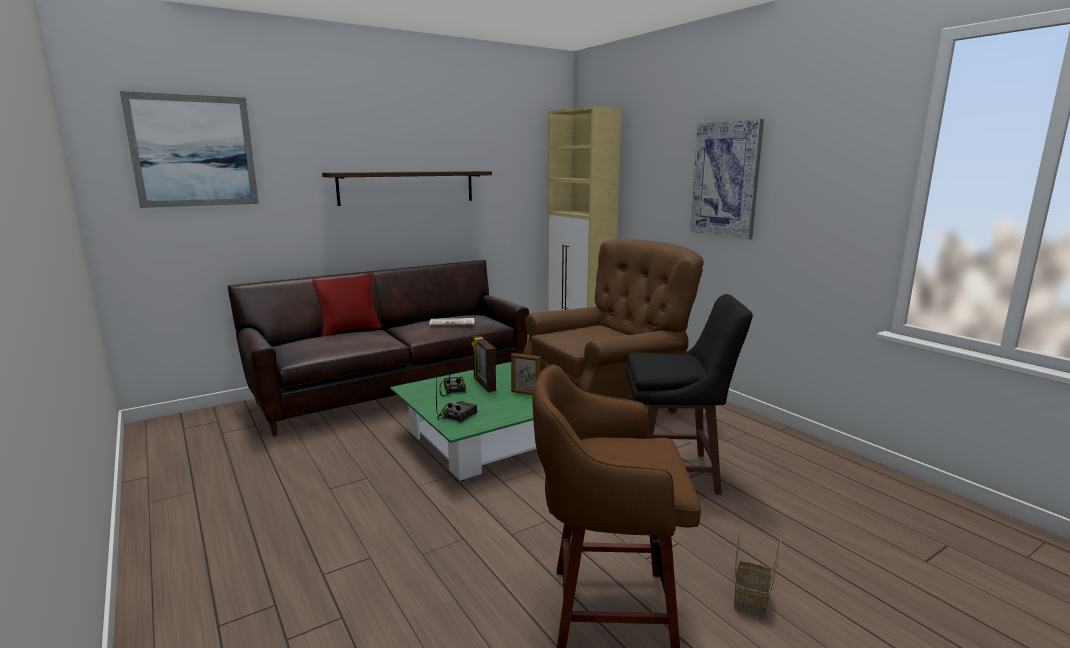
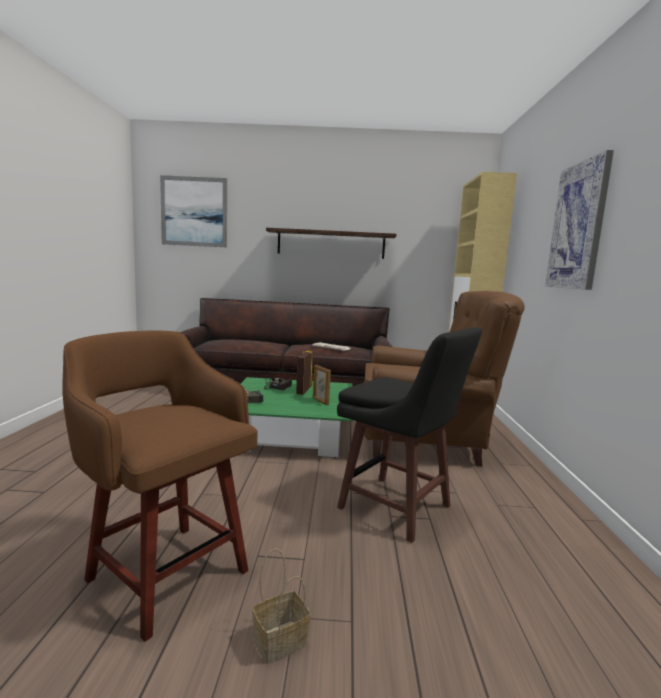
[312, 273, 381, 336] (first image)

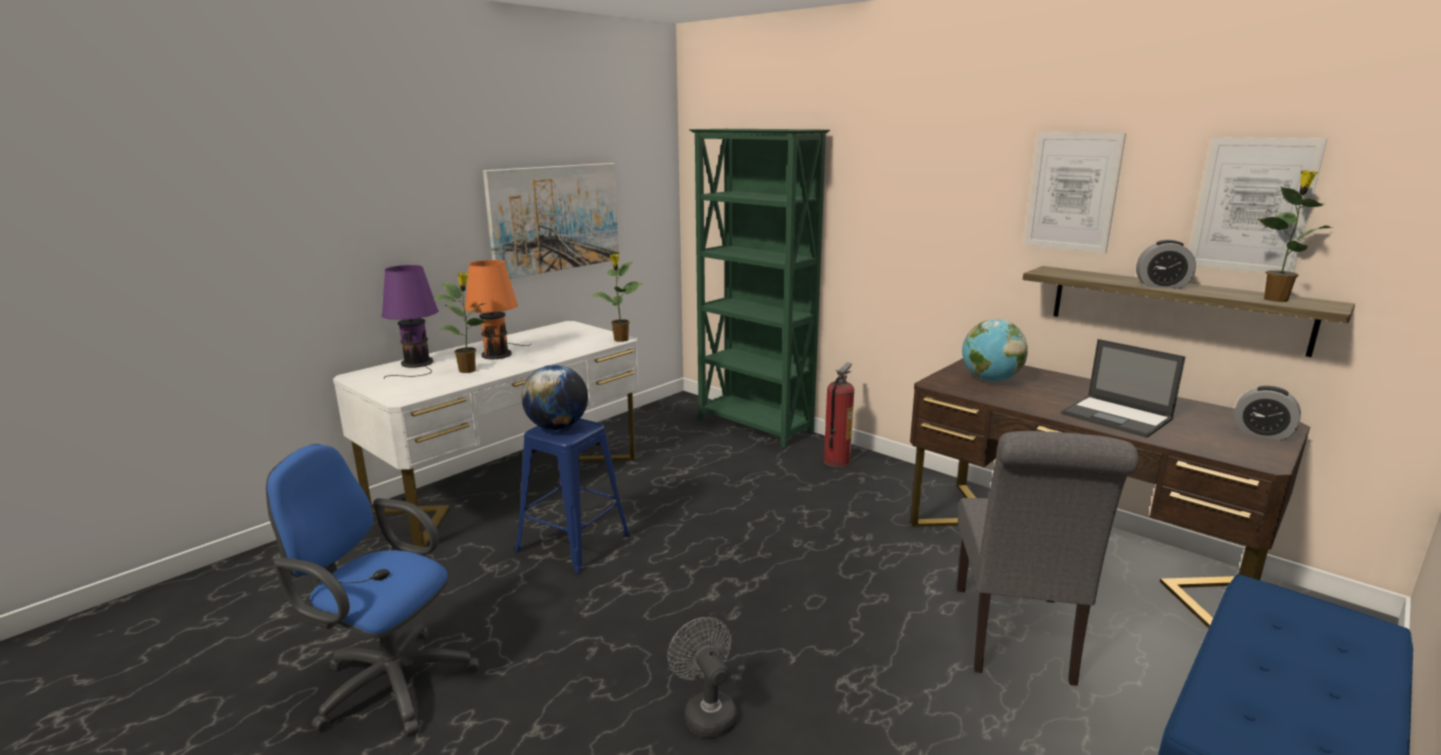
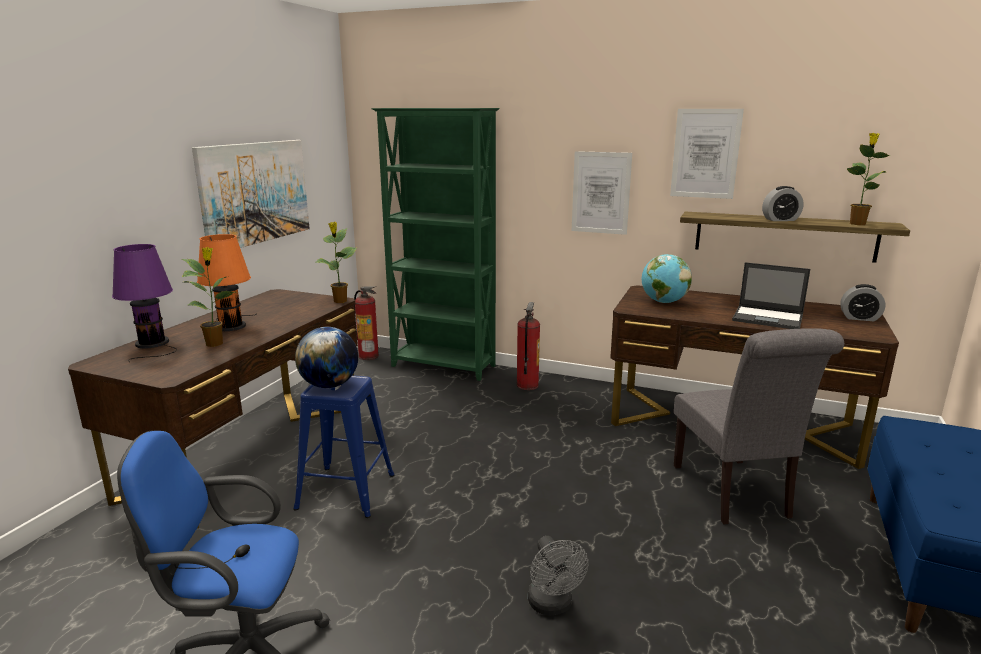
[572, 151, 632, 235]
[68, 289, 358, 528]
[528, 536, 589, 616]
[354, 286, 379, 360]

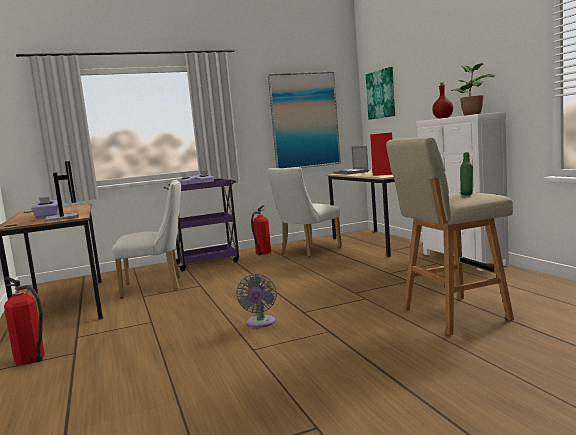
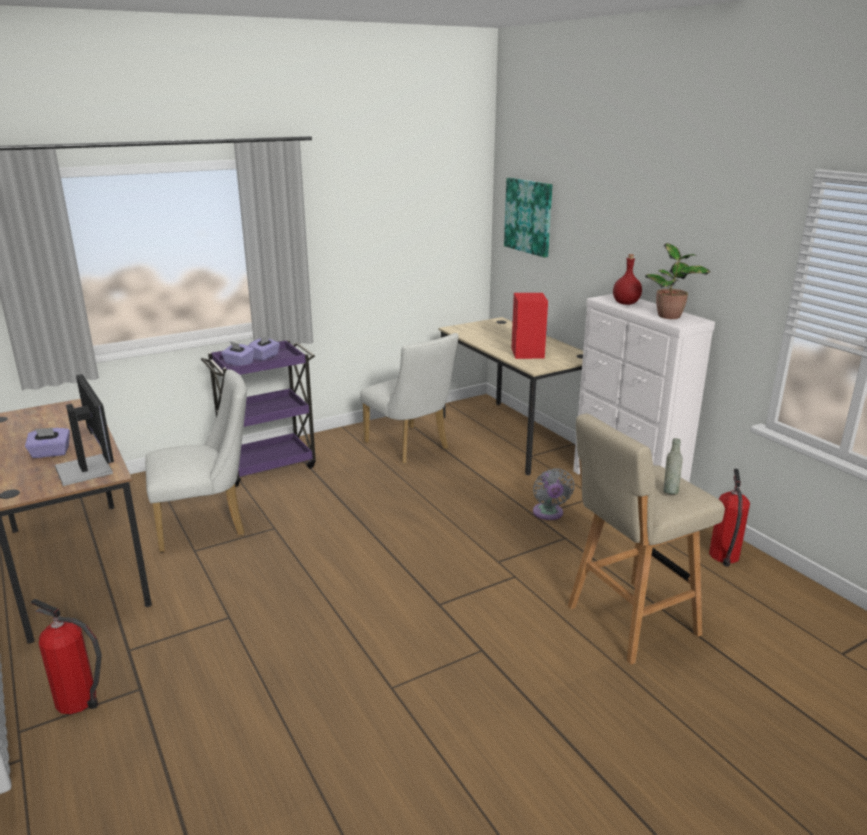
[268, 71, 341, 168] (first image)
[333, 146, 369, 175] (first image)
[664, 438, 683, 494]
[360, 333, 459, 464]
[709, 469, 750, 567]
[533, 468, 574, 520]

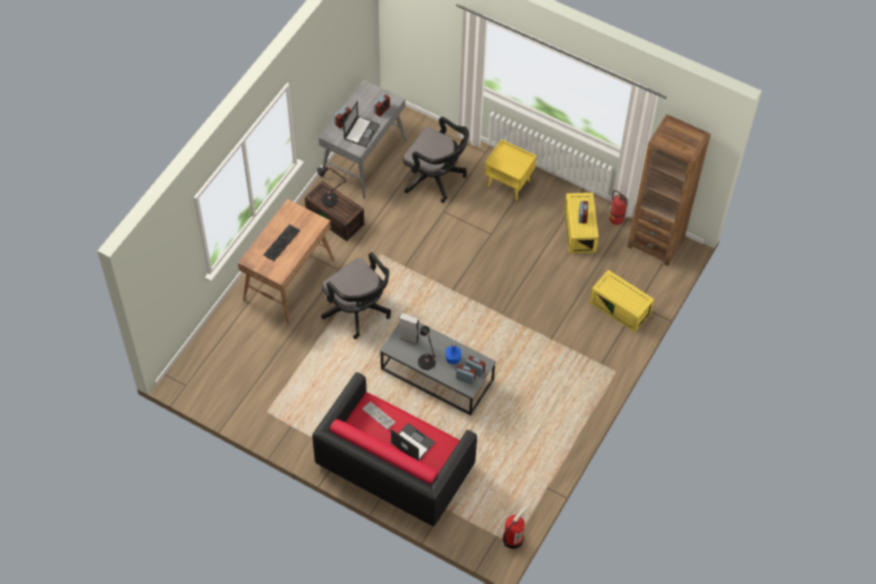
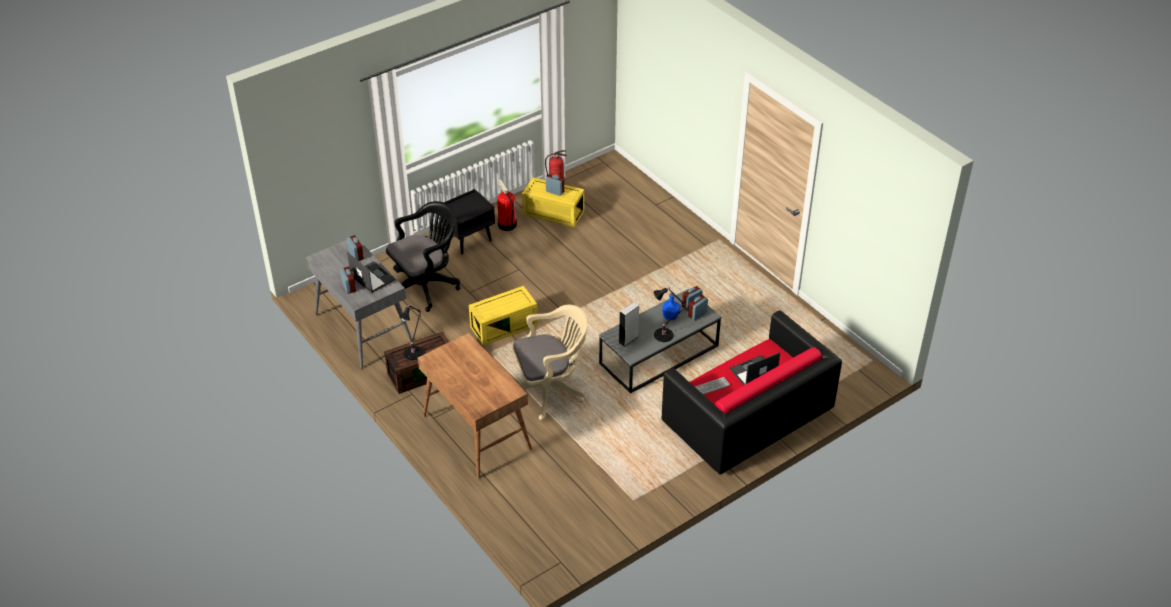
[628, 114, 711, 266] (first image)
[442, 189, 495, 254]
[263, 224, 300, 261] (first image)
[513, 305, 588, 420]
[469, 286, 538, 346]
[497, 180, 517, 231]

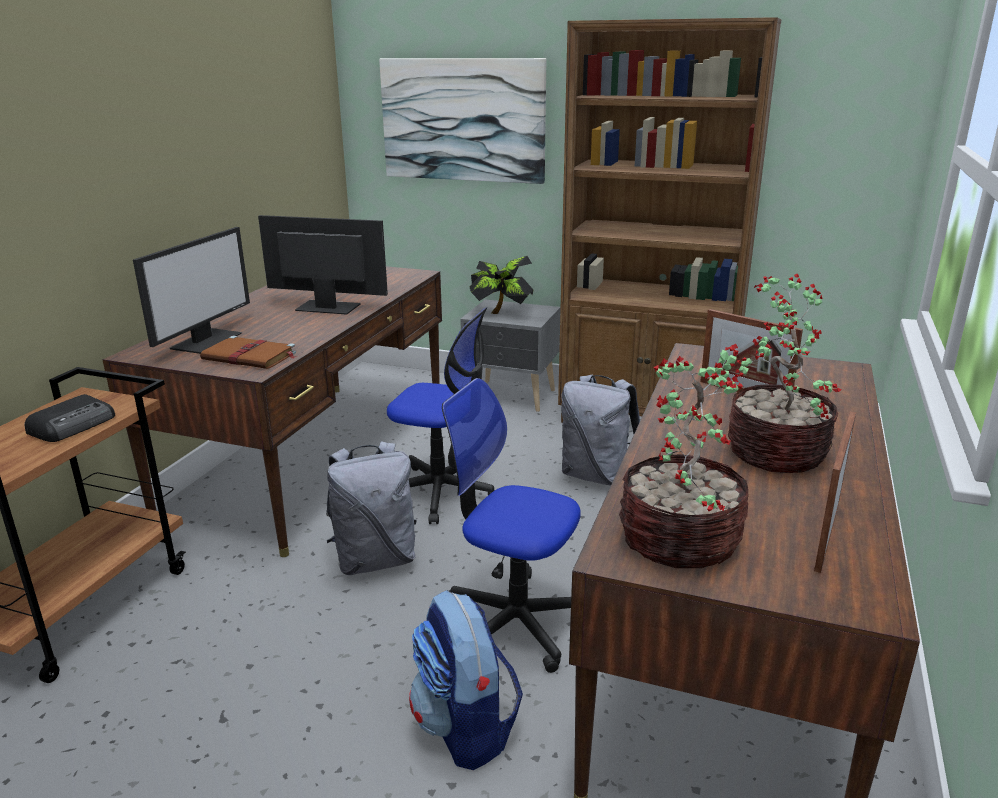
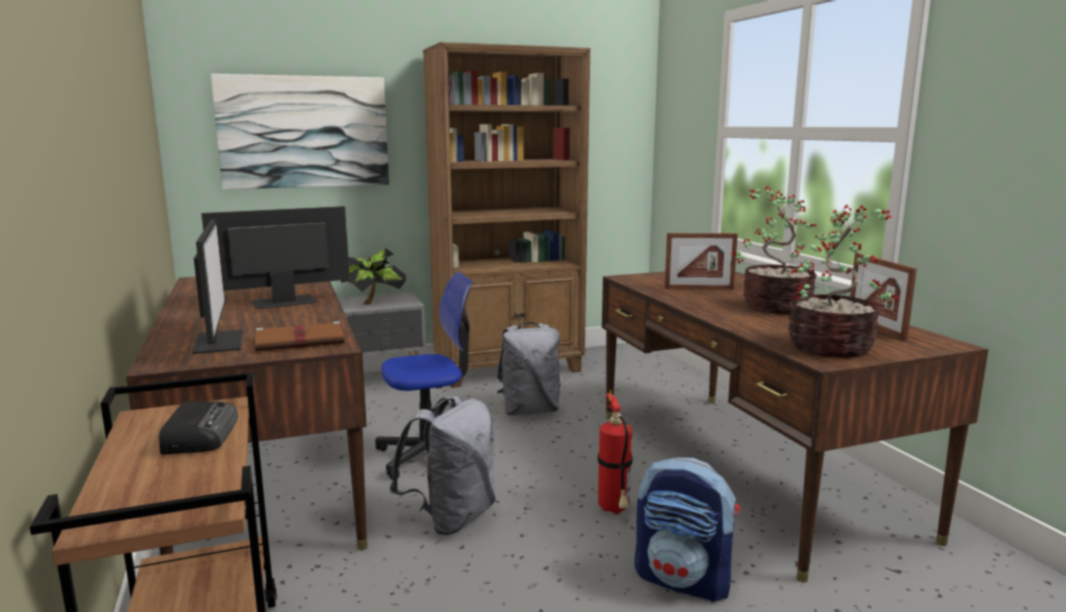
[598, 390, 633, 514]

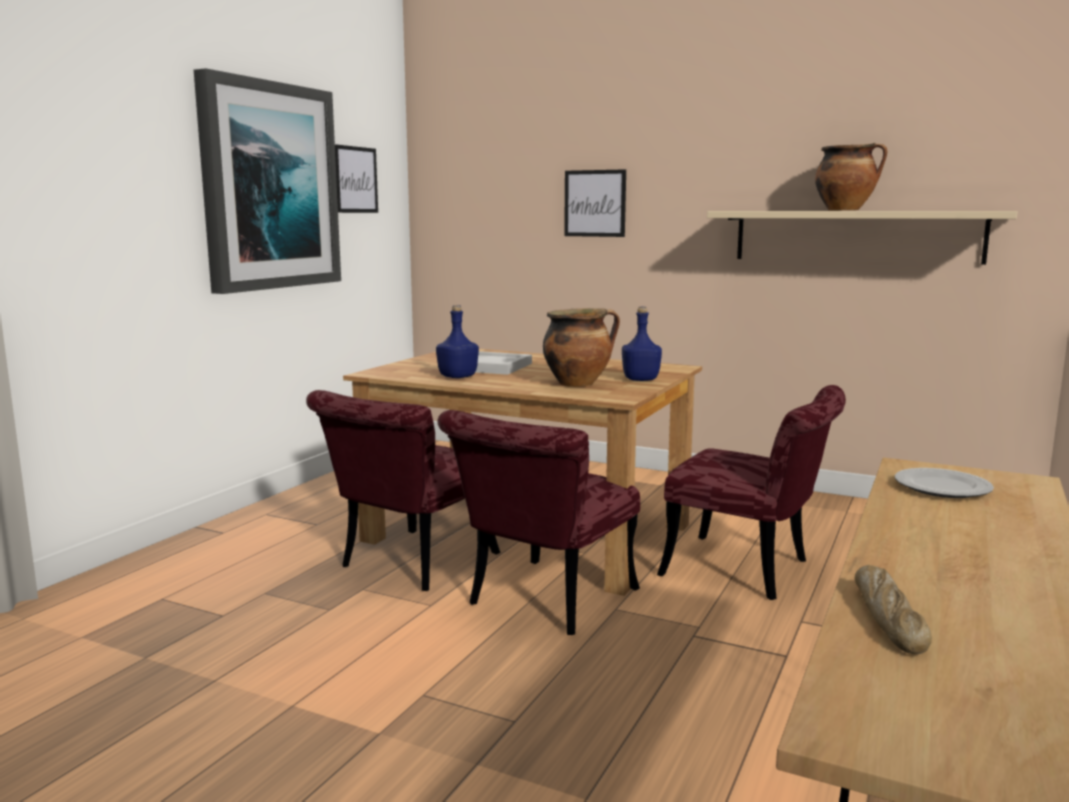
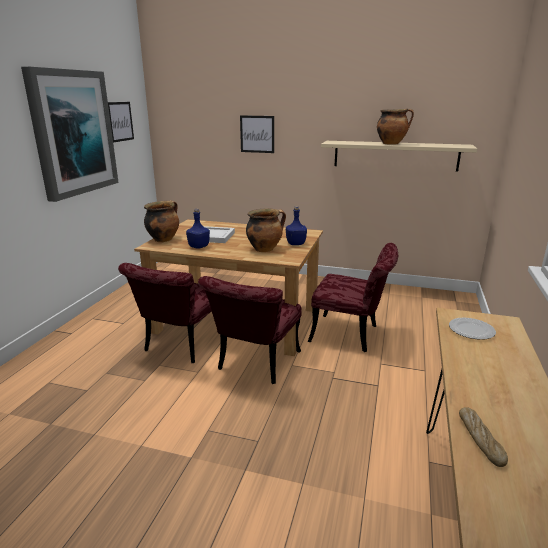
[144, 200, 179, 242]

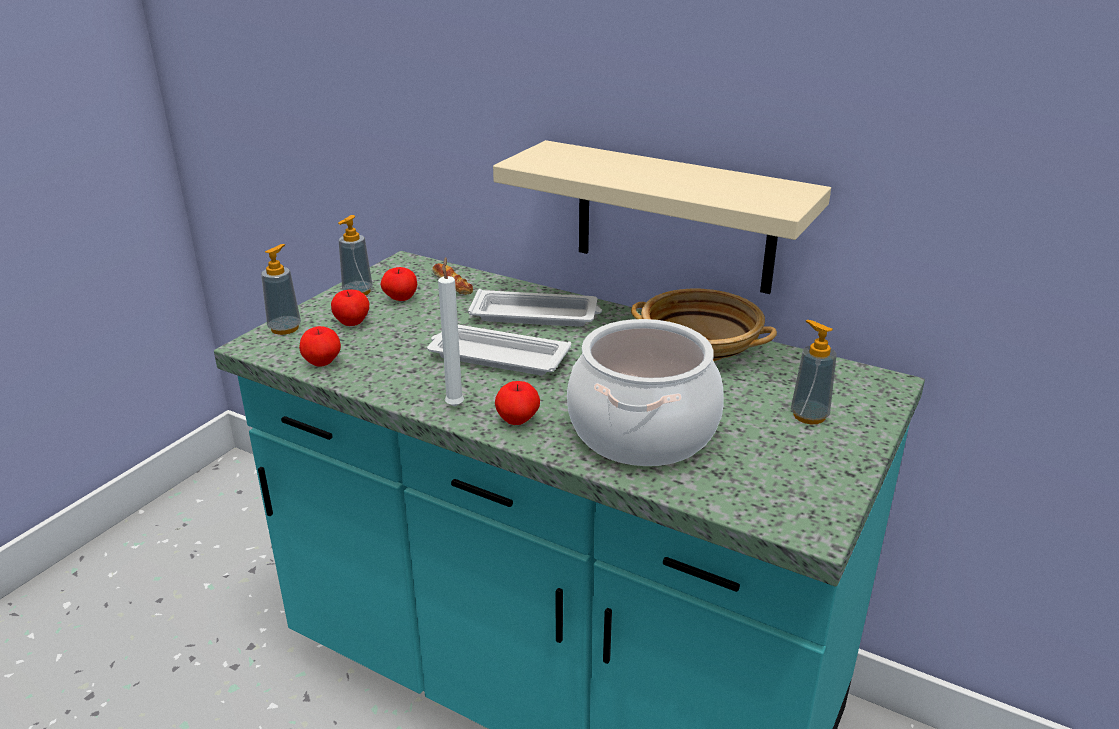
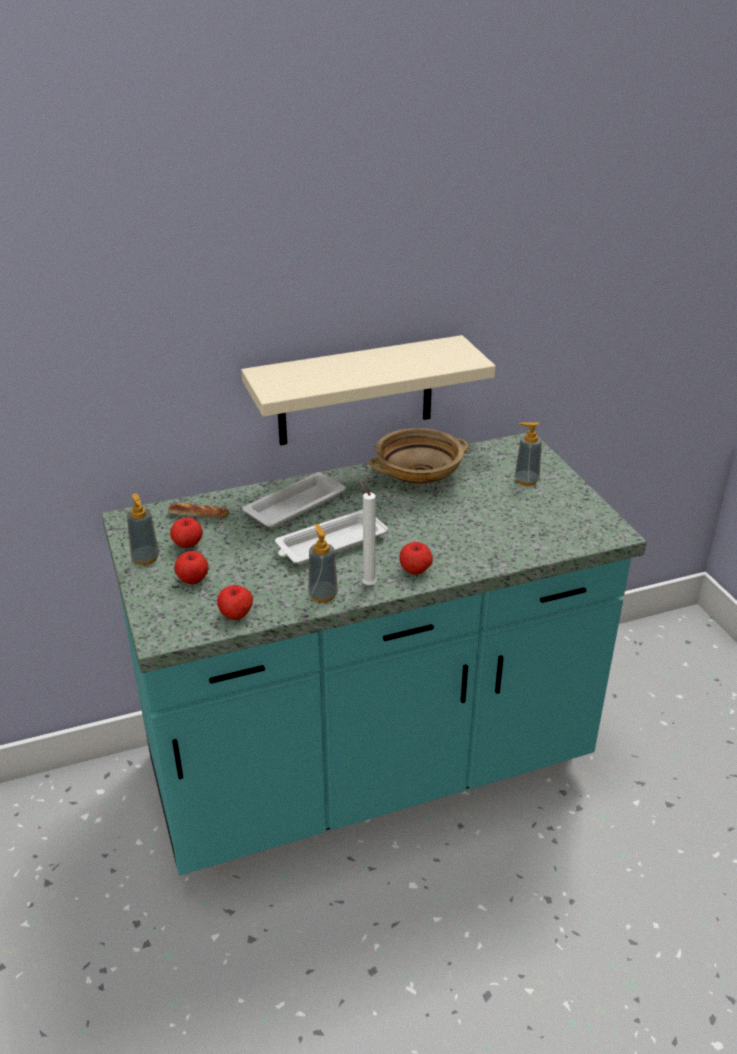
[308, 524, 338, 603]
[567, 319, 724, 466] (first image)

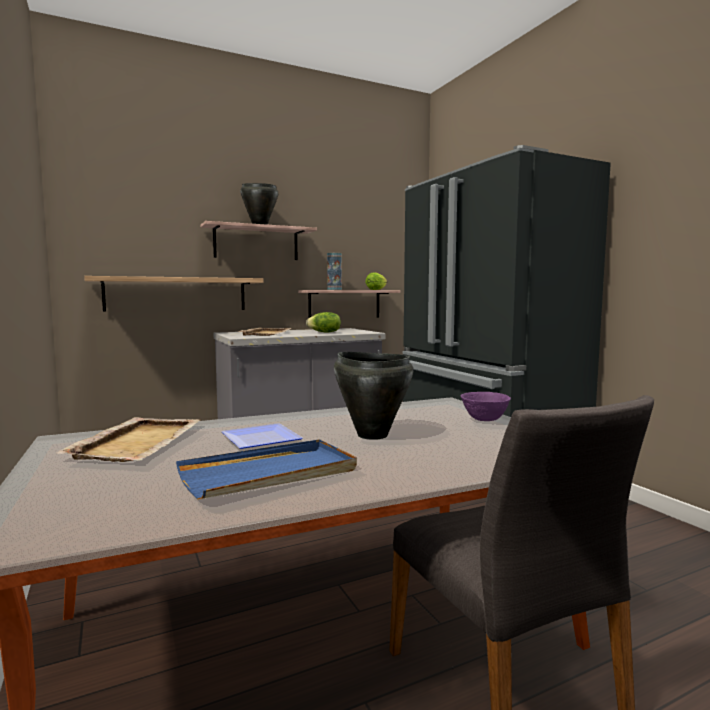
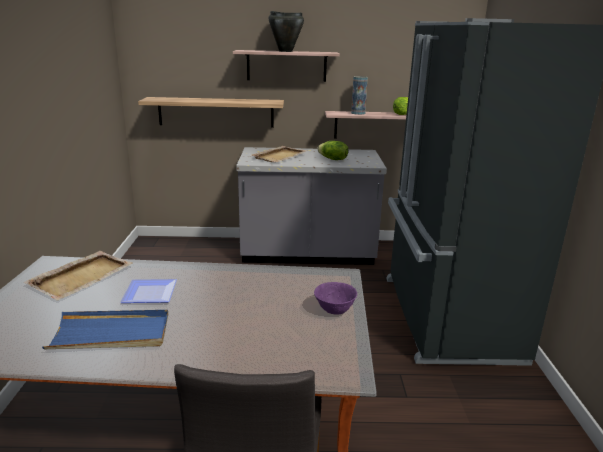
[334, 352, 413, 440] (first image)

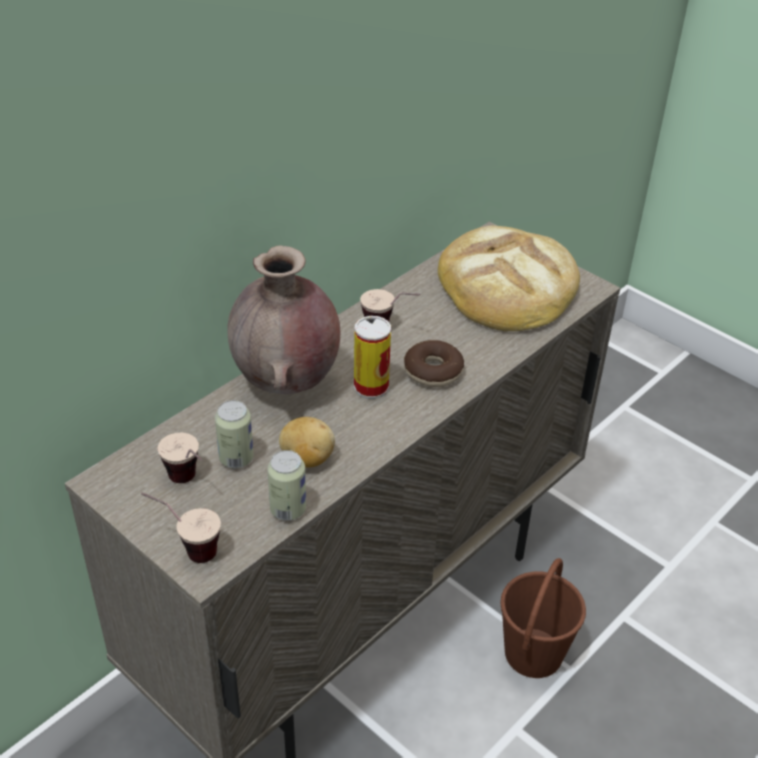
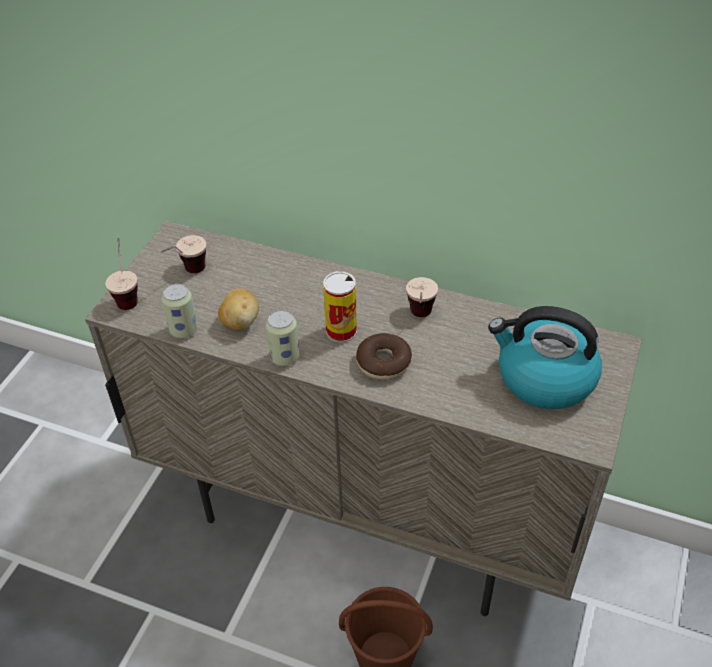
[488, 306, 602, 409]
[227, 246, 340, 394] (first image)
[266, 310, 299, 366]

